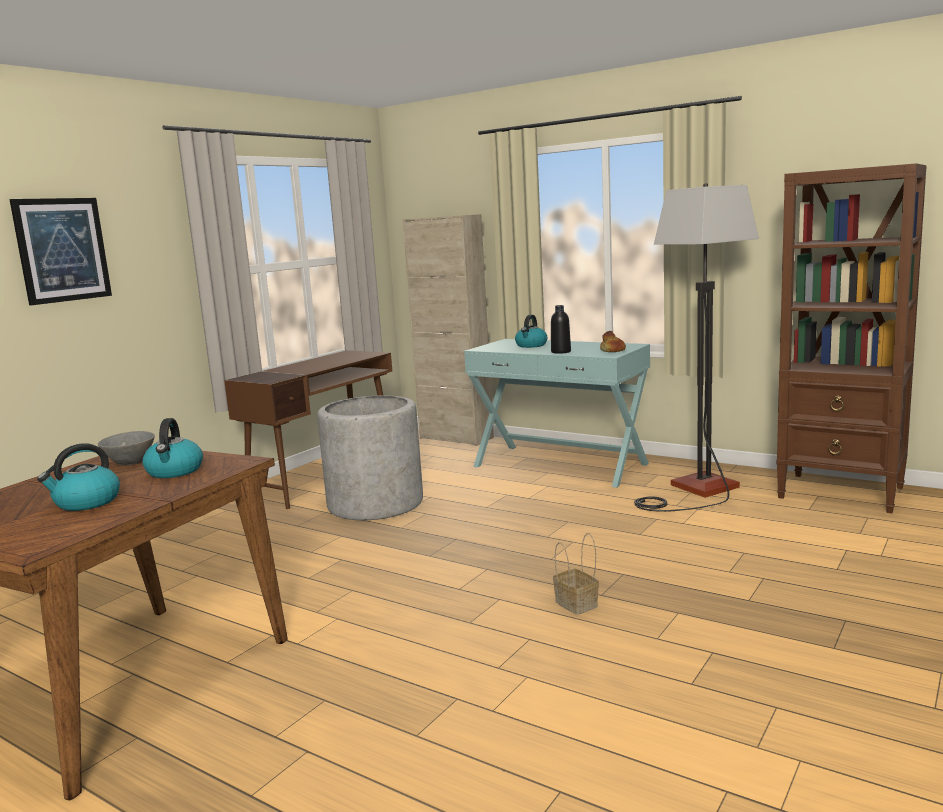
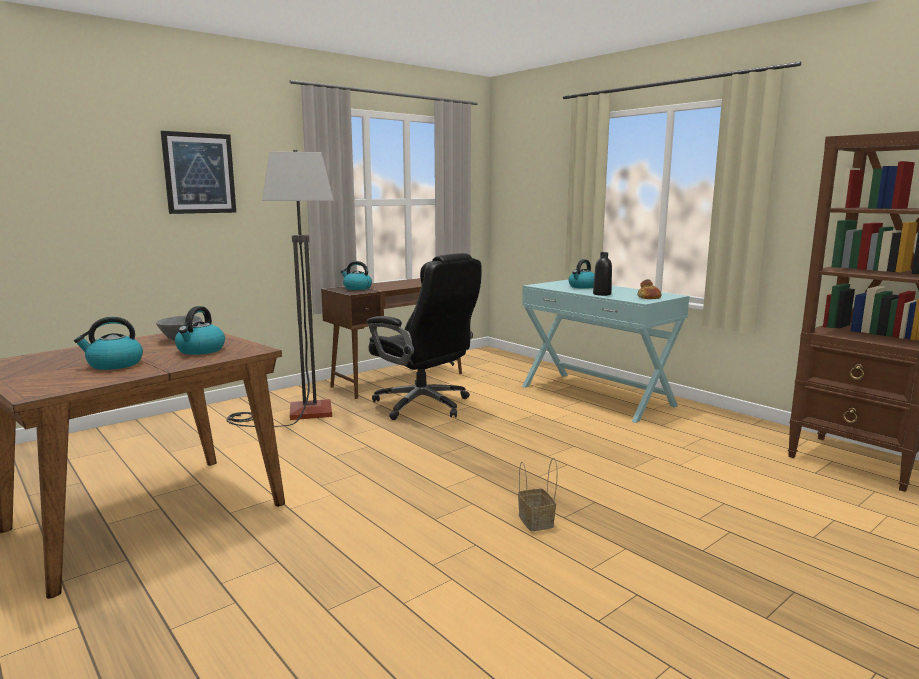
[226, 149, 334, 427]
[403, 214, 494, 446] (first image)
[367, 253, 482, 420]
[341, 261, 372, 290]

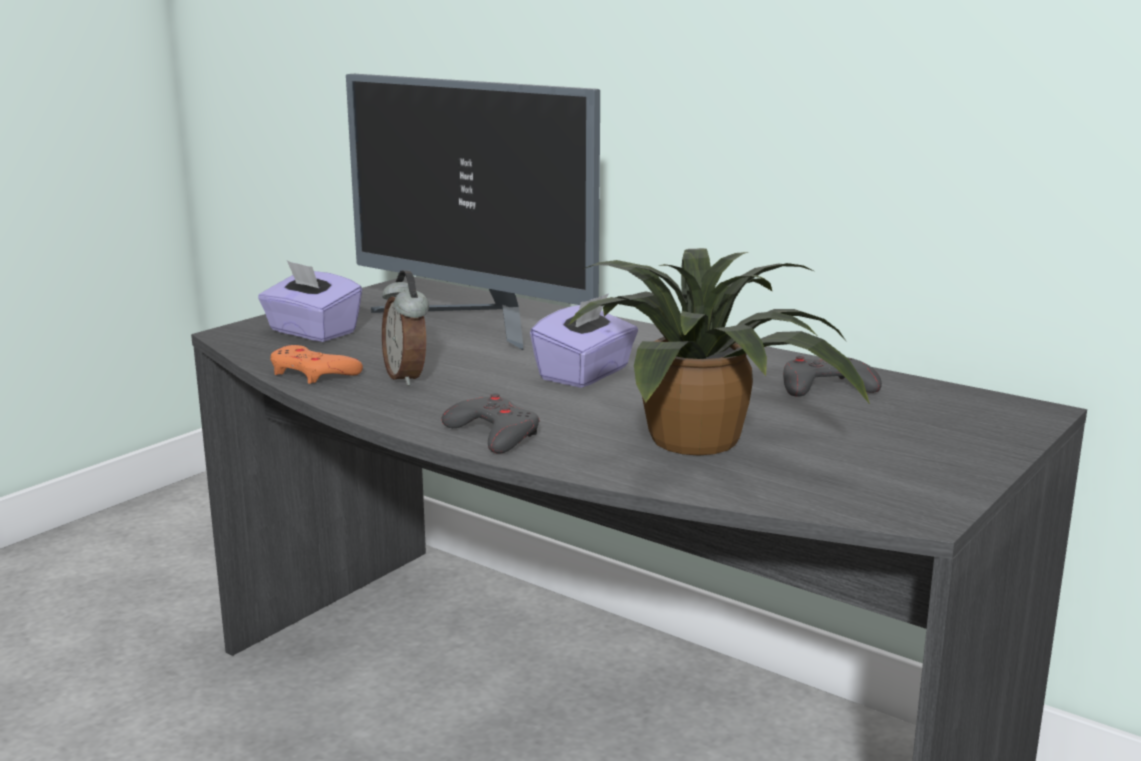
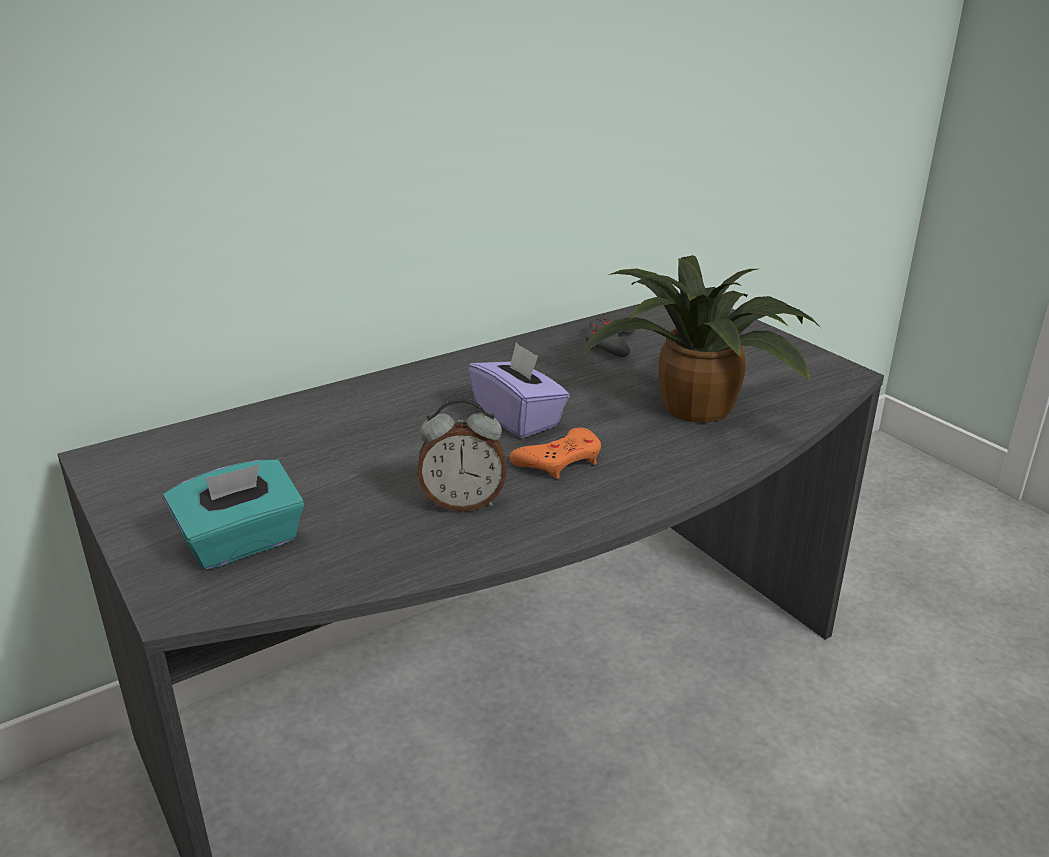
[346, 74, 600, 350] (first image)
[163, 460, 304, 570]
[510, 427, 601, 479]
[441, 393, 540, 454] (first image)

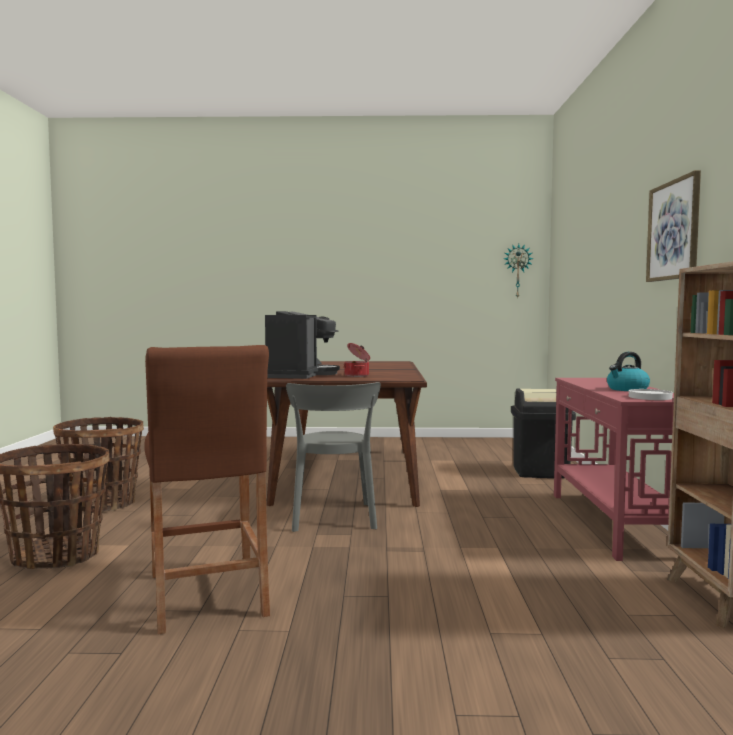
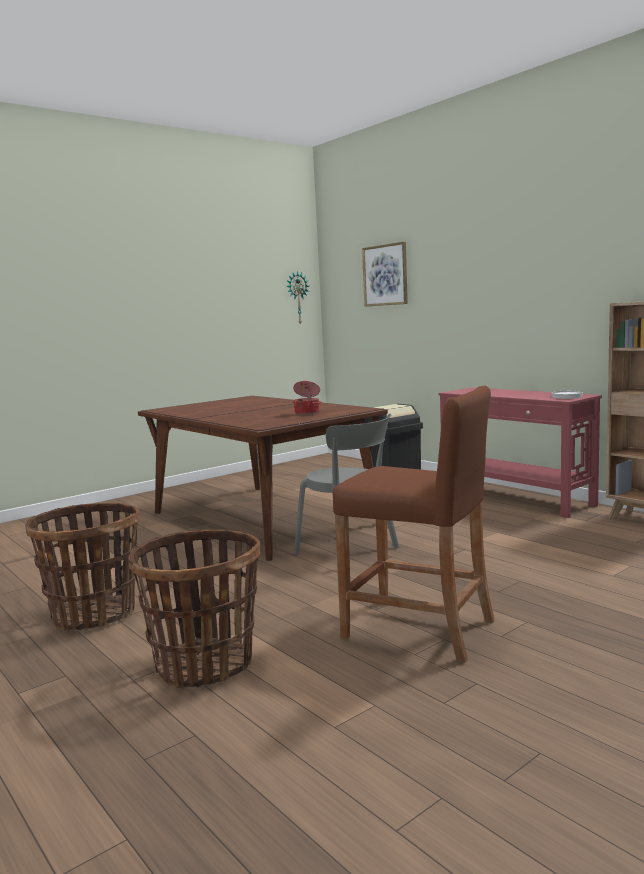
[362, 242, 408, 307]
[265, 311, 340, 379] (first image)
[607, 352, 650, 391] (first image)

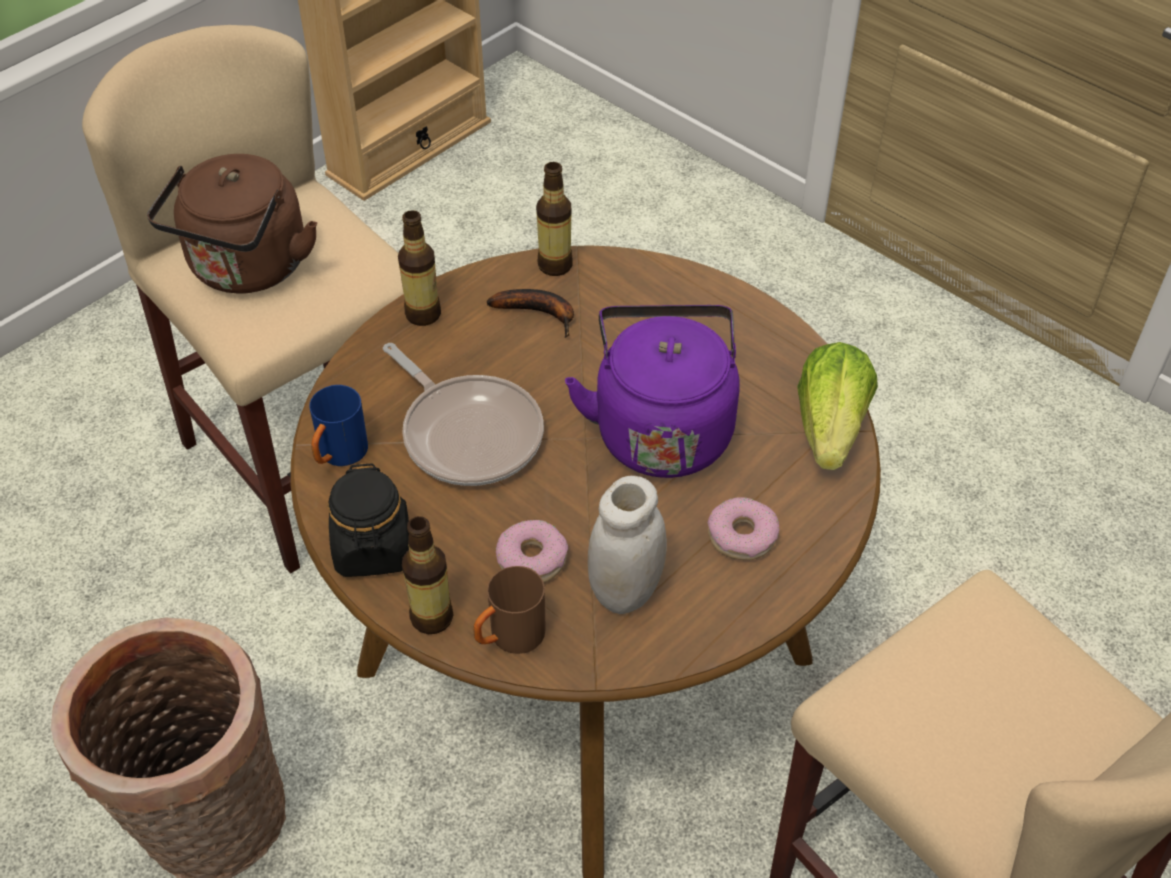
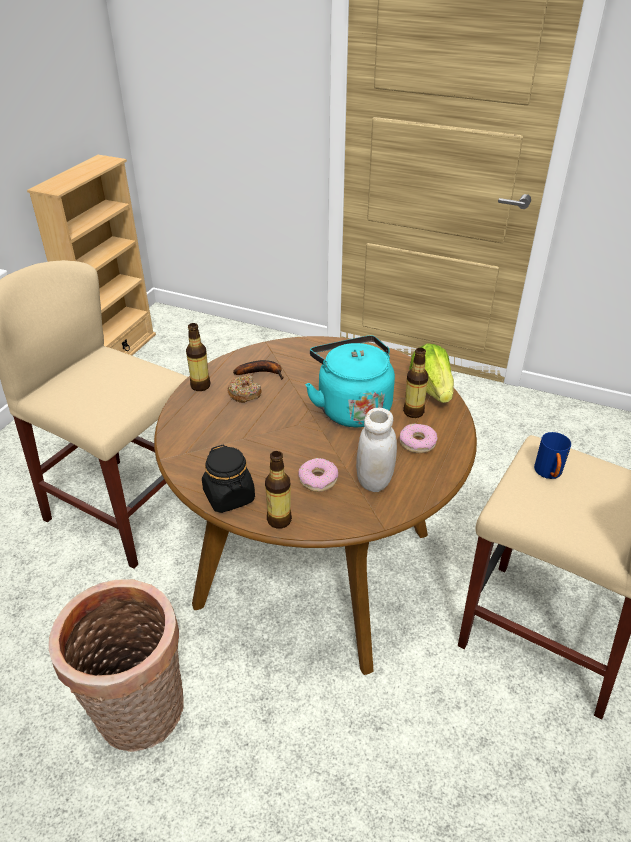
[147, 154, 317, 294] (first image)
[403, 348, 429, 418]
[305, 336, 395, 427]
[383, 343, 544, 486] (first image)
[534, 432, 571, 479]
[473, 566, 546, 654] (first image)
[227, 375, 262, 403]

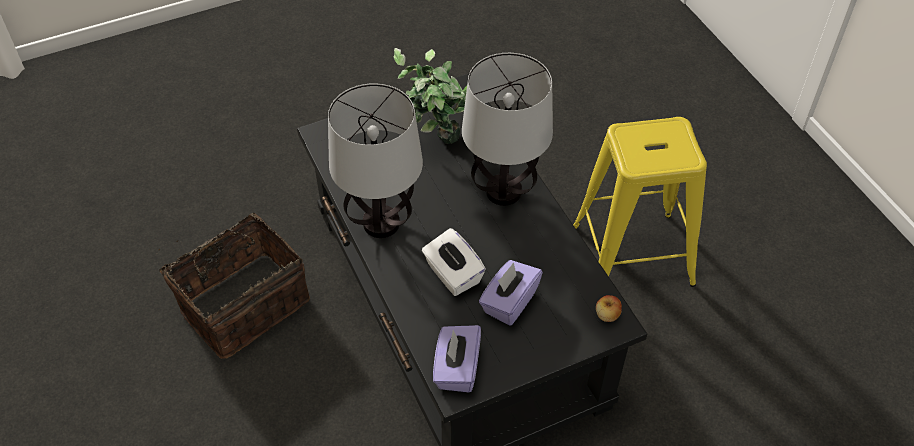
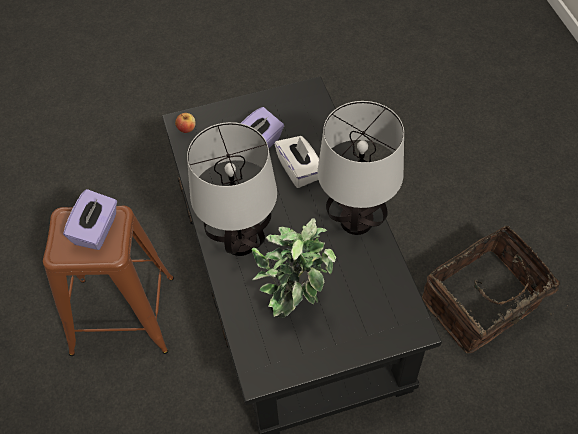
[43, 206, 174, 356]
[63, 189, 117, 250]

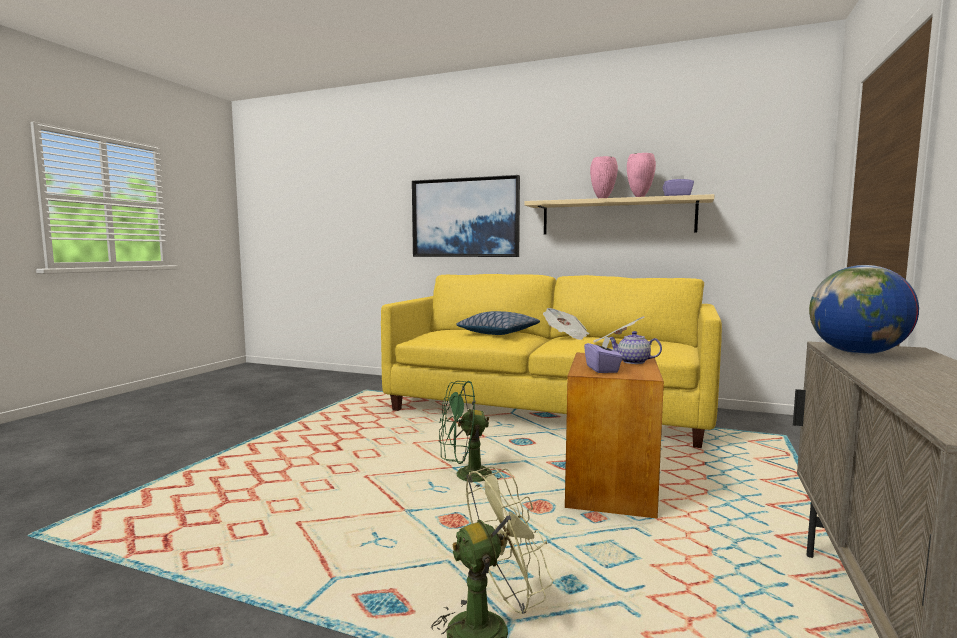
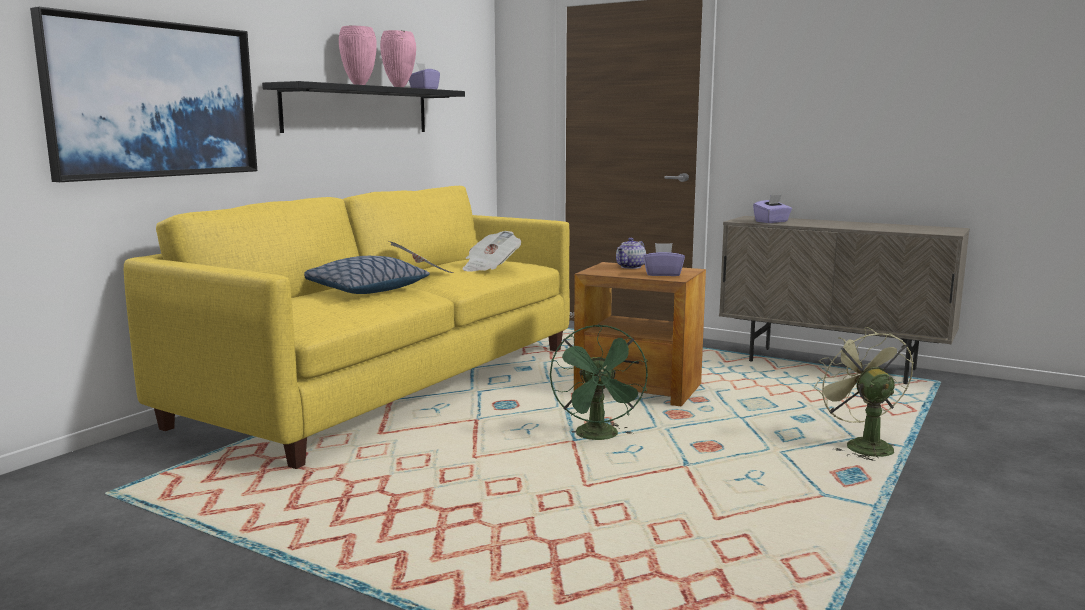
[262, 81, 465, 133]
[753, 195, 792, 223]

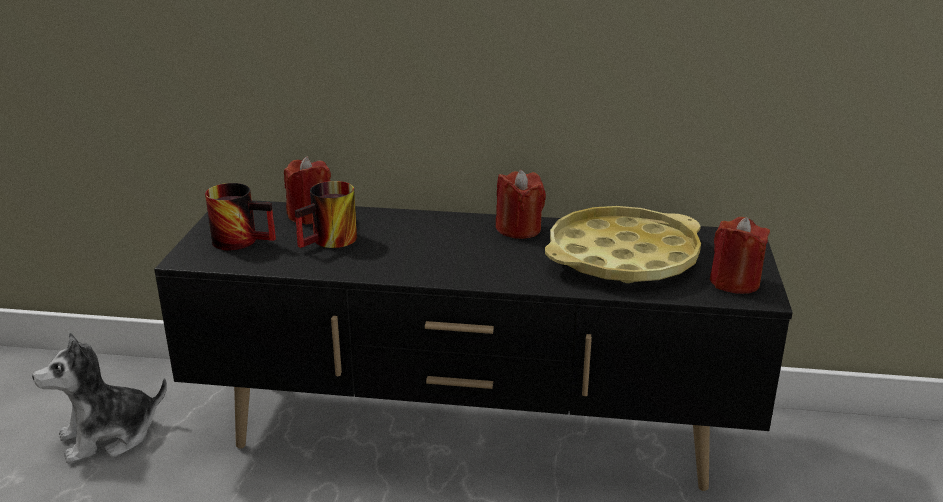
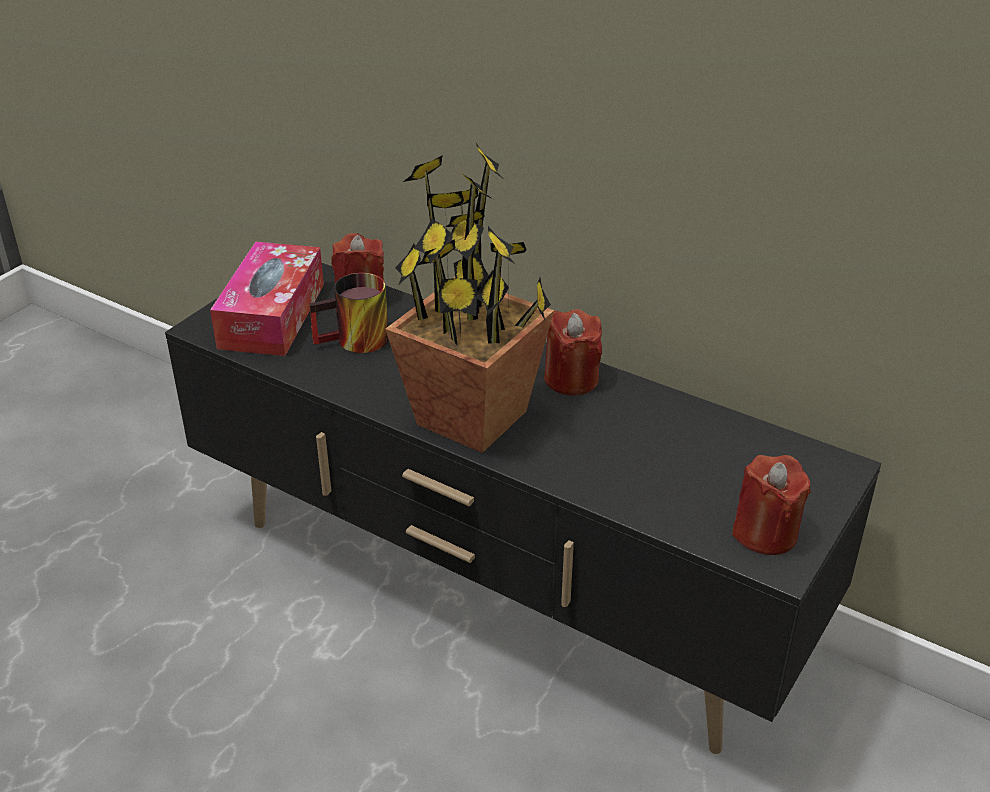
[210, 242, 324, 356]
[545, 206, 701, 283] (first image)
[32, 332, 167, 464] (first image)
[385, 143, 554, 453]

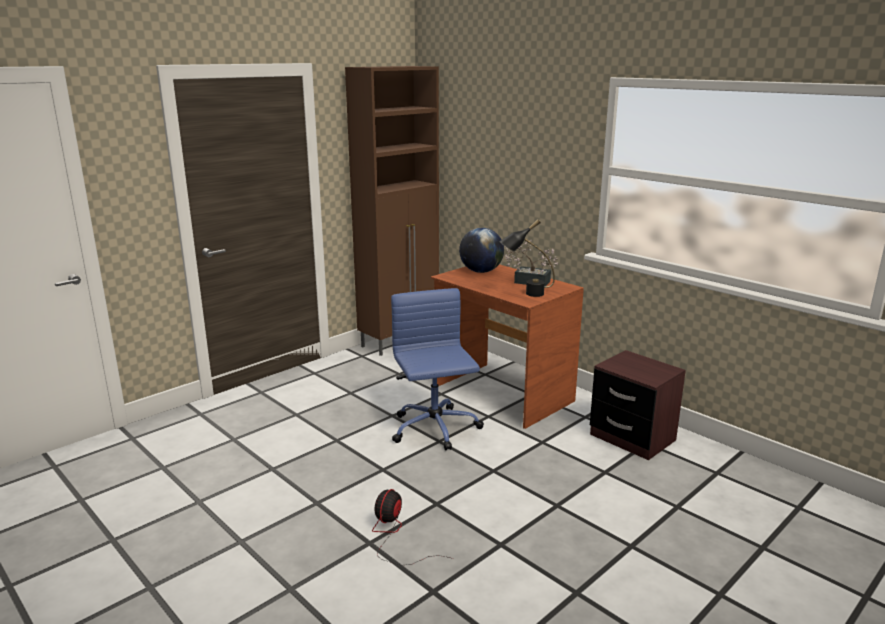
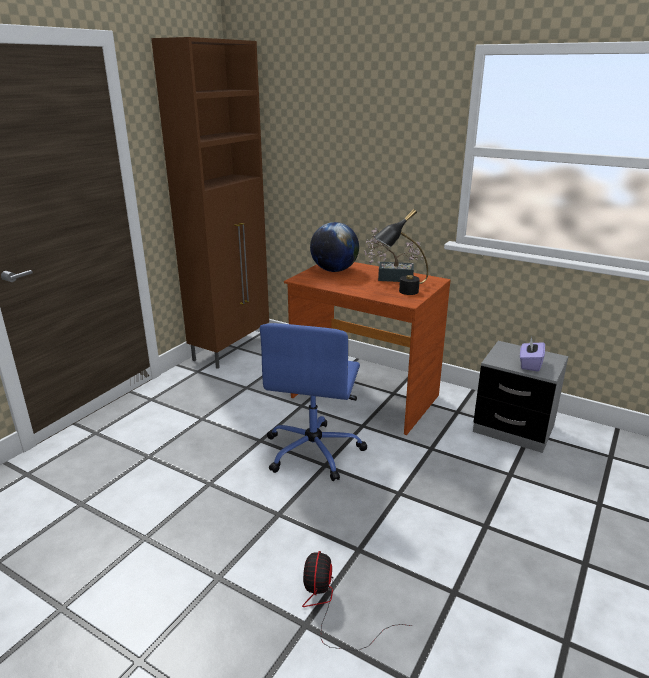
[260, 323, 368, 481]
[473, 341, 569, 453]
[520, 337, 545, 372]

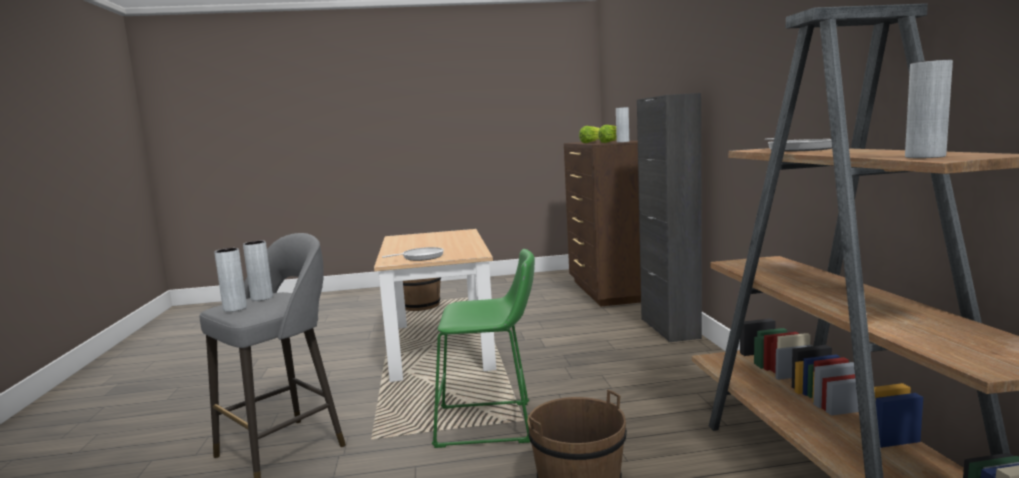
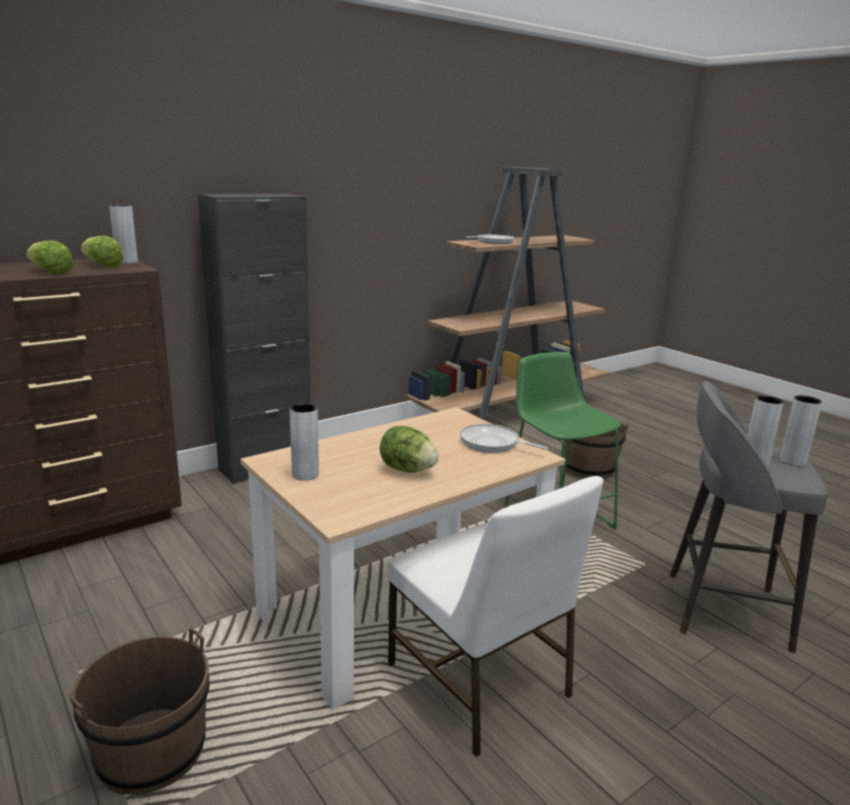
[290, 403, 319, 481]
[380, 426, 439, 473]
[387, 476, 603, 757]

